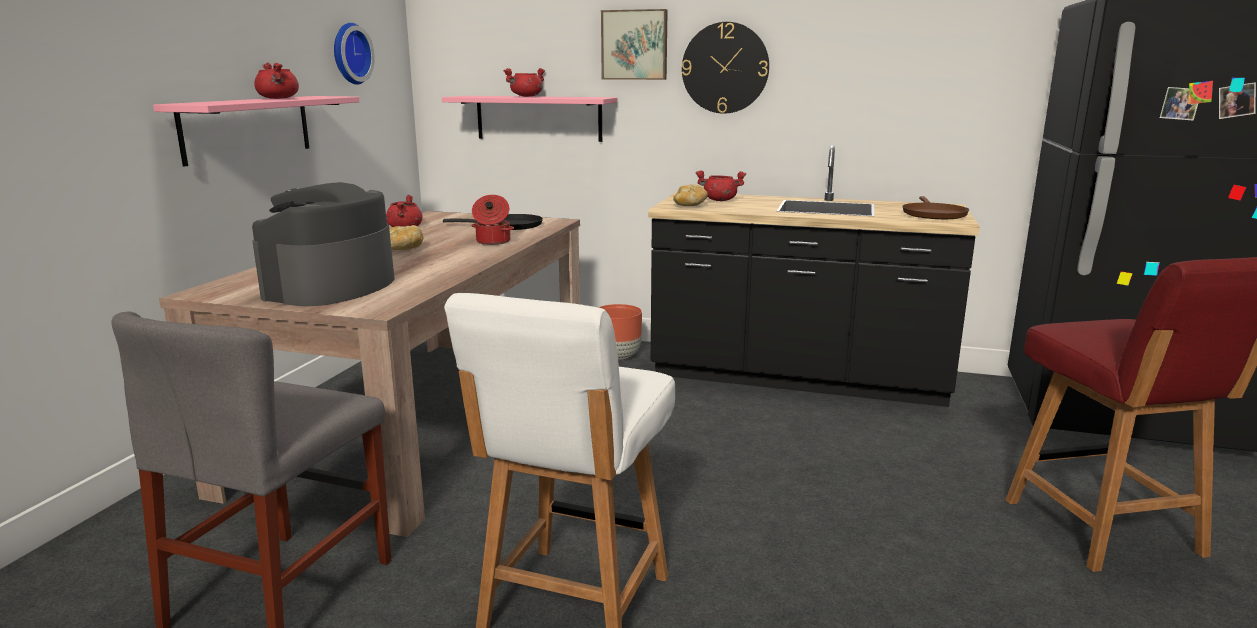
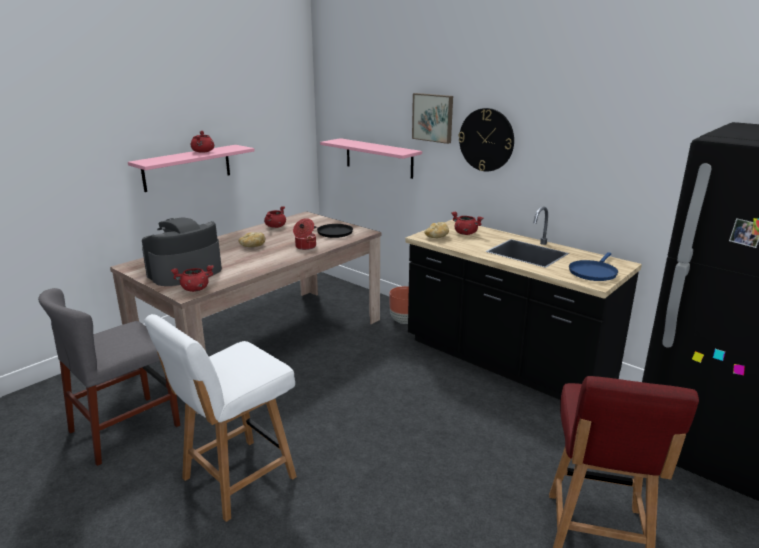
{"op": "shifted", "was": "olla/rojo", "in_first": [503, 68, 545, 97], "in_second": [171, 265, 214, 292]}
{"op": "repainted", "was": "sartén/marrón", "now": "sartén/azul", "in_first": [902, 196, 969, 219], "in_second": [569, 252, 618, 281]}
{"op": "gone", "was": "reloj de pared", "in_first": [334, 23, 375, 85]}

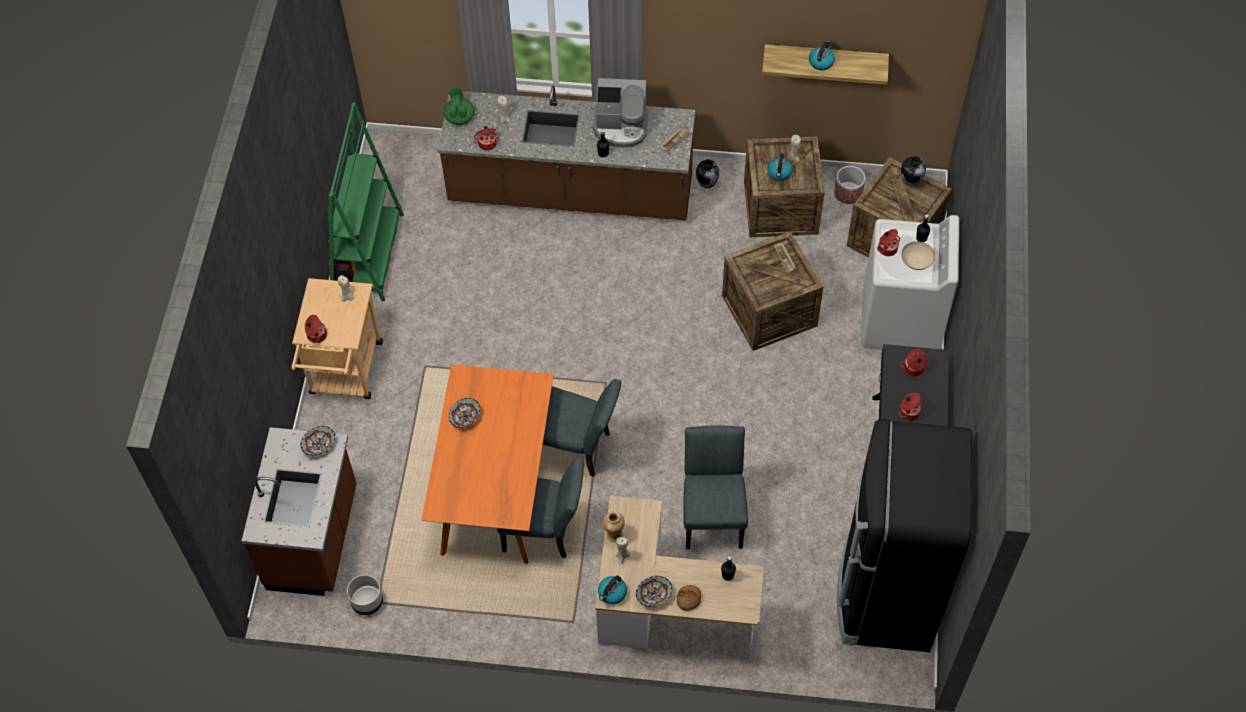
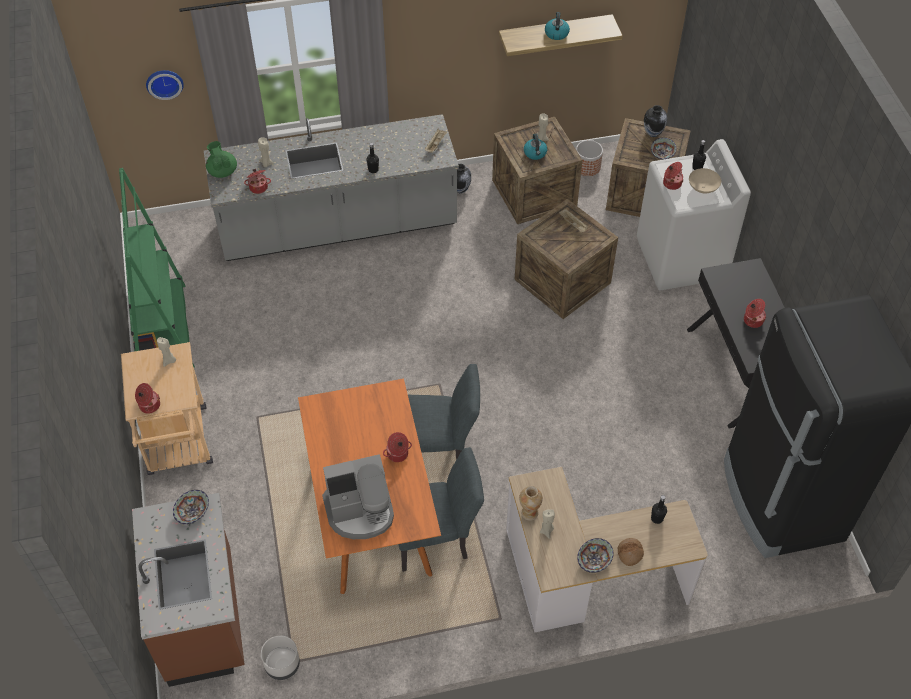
{"op": "new", "now": "reloj de pared", "in_second": [146, 70, 184, 100]}
{"op": "repainted", "was": "mueble bajo de cocina/marrón", "now": "mueble bajo de cocina/gris", "in_first": [437, 85, 695, 221], "in_second": [204, 114, 459, 261]}
{"op": "shifted", "was": "cafetera", "in_first": [593, 78, 648, 147], "in_second": [322, 454, 394, 539]}
{"op": "shifted", "was": "olla", "in_first": [901, 349, 929, 376], "in_second": [383, 432, 412, 462]}
{"op": "shifted", "was": "cuenco", "in_first": [449, 398, 480, 428], "in_second": [651, 138, 677, 159]}
{"op": "gone", "was": "hervidor", "in_first": [598, 575, 627, 604]}
{"op": "gone", "was": "silla/gris", "in_first": [683, 425, 748, 549]}

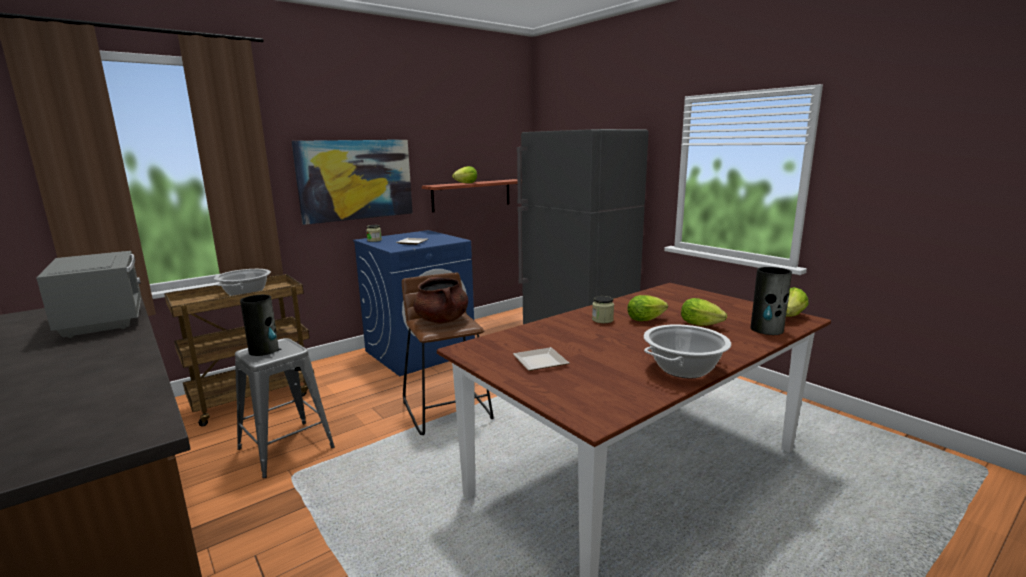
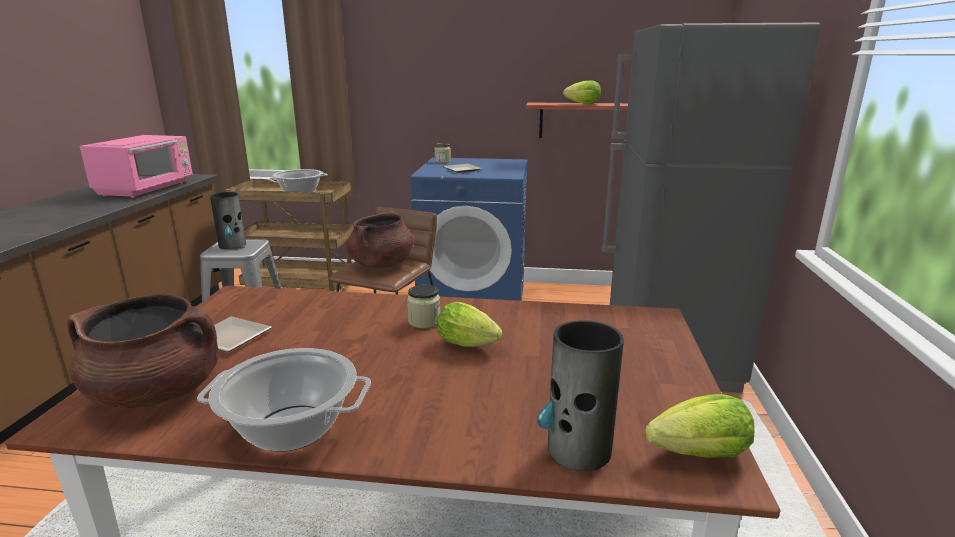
{"op": "new", "now": "olla/marrón", "in_second": [67, 294, 219, 408]}
{"op": "repainted", "was": "microondas/gris", "now": "microondas/rosa", "in_first": [36, 251, 141, 338], "in_second": [80, 135, 193, 198]}
{"op": "gone", "was": "cuadro", "in_first": [292, 140, 413, 225]}
{"op": "gone", "was": "lechuga", "in_first": [681, 298, 727, 326]}

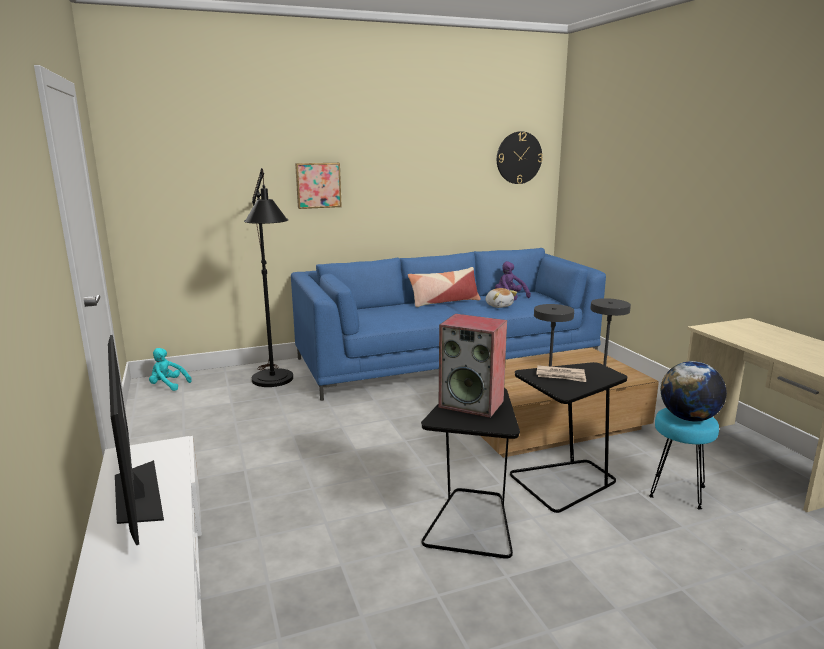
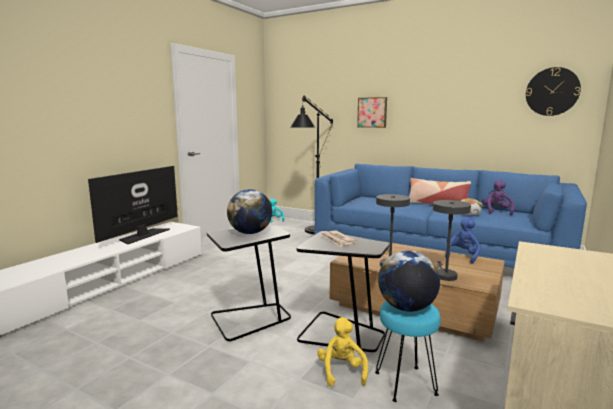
{"op": "swapped", "was": "altavoz", "now": "globo terráqueo", "in_first": [438, 314, 507, 418], "in_second": [227, 189, 272, 234]}
{"op": "new", "now": "peluche/amarillo", "in_second": [317, 317, 368, 386]}
{"op": "new", "now": "peluche/azul", "in_second": [445, 217, 481, 264]}

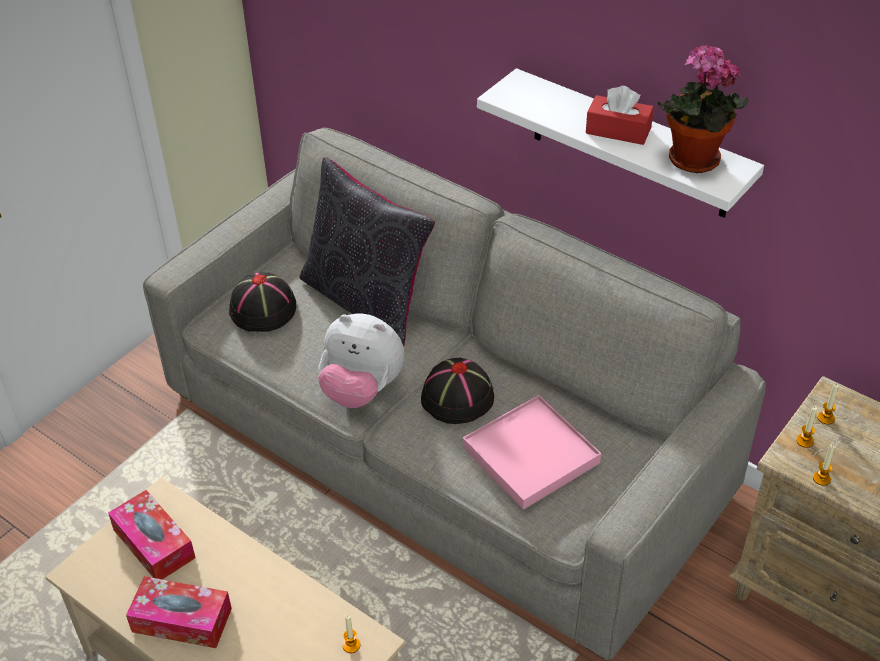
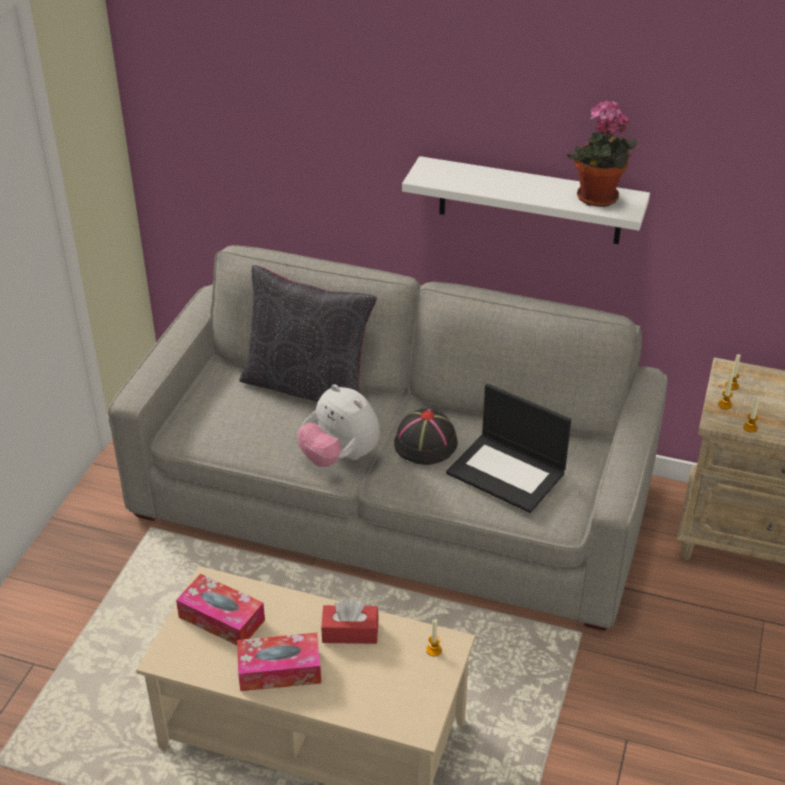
{"op": "rotated", "was": "peluche", "in_first": [318, 314, 404, 408], "in_second": [297, 384, 380, 467], "clockwise": 45}
{"op": "shifted", "was": "caja de pañuelos/rojo", "in_first": [586, 86, 654, 145], "in_second": [321, 599, 379, 644]}
{"op": "swapped", "was": "bandeja/rosa", "now": "portátil", "in_first": [463, 395, 601, 510], "in_second": [446, 384, 571, 513]}
{"op": "gone", "was": "sombrero/negro", "in_first": [229, 272, 296, 332]}

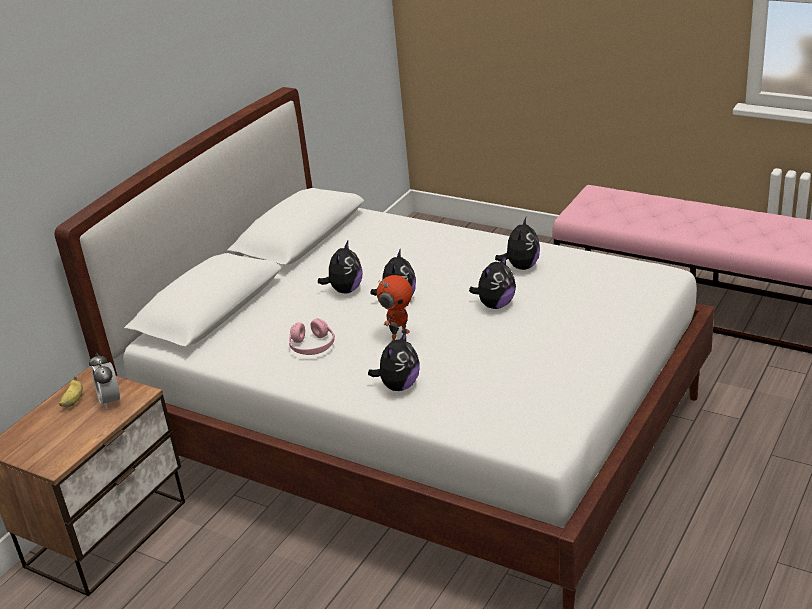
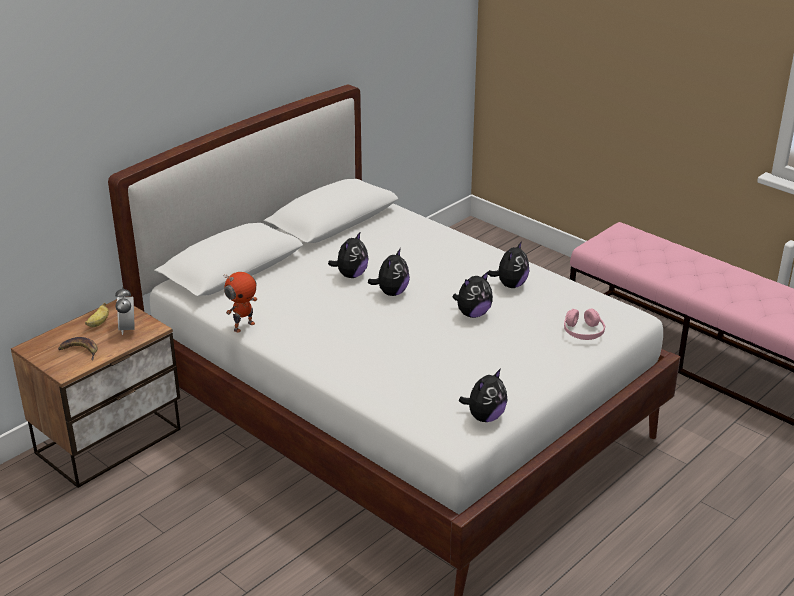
{"op": "new", "now": "plátano", "in_second": [58, 337, 98, 361]}
{"op": "shifted", "was": "robot de juguete", "in_first": [377, 275, 412, 342], "in_second": [224, 272, 258, 333]}
{"op": "shifted", "was": "peluche", "in_first": [368, 331, 420, 391], "in_second": [459, 368, 508, 422]}
{"op": "shifted", "was": "auriculares/rosa", "in_first": [289, 318, 335, 355], "in_second": [564, 309, 605, 340]}

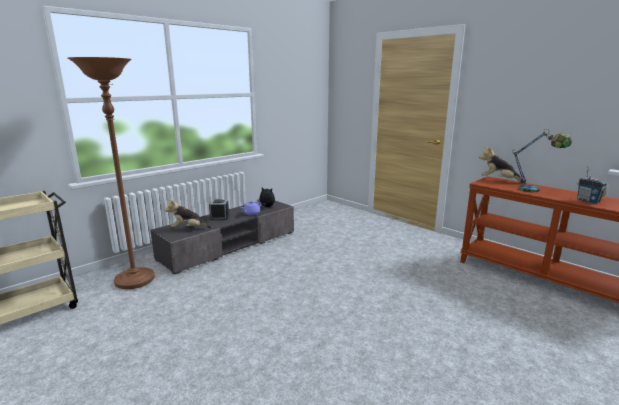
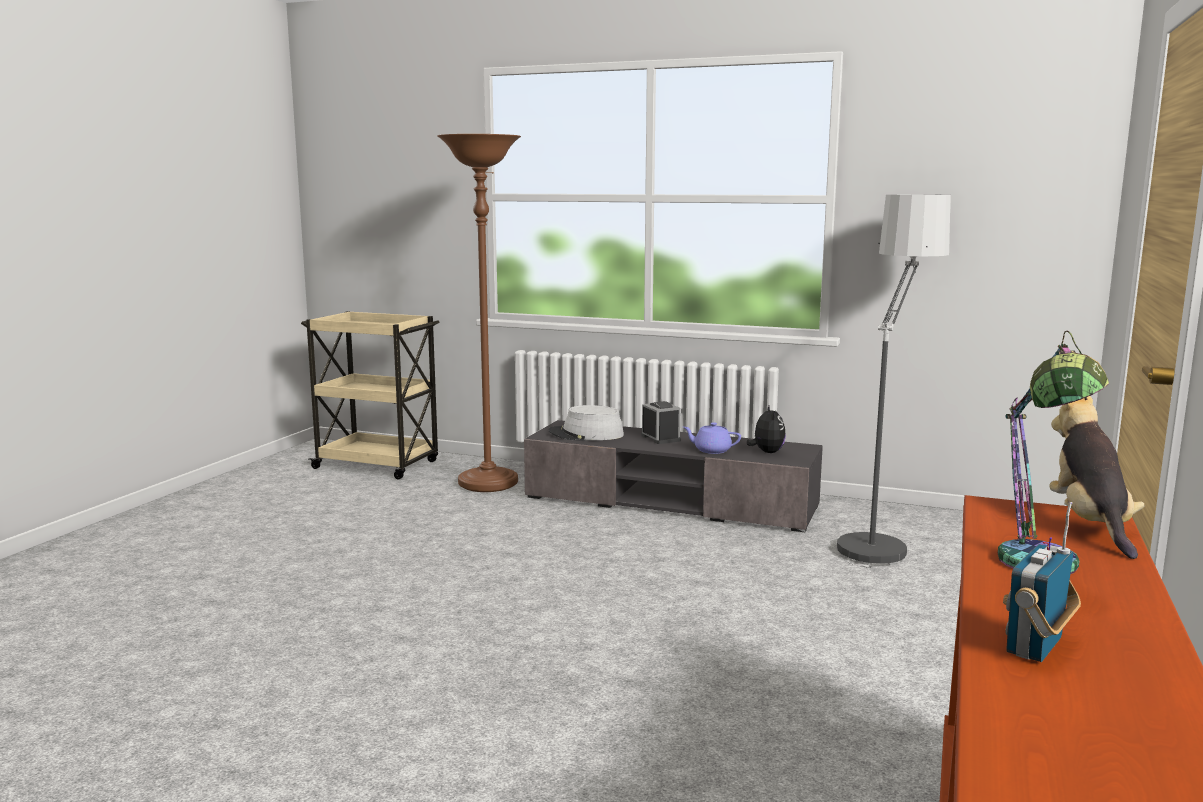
{"op": "swapped", "was": "peluche", "now": "sombrero/gris", "in_first": [165, 199, 212, 228], "in_second": [549, 405, 624, 440]}
{"op": "new", "now": "lámpara de pie", "in_second": [828, 194, 951, 568]}

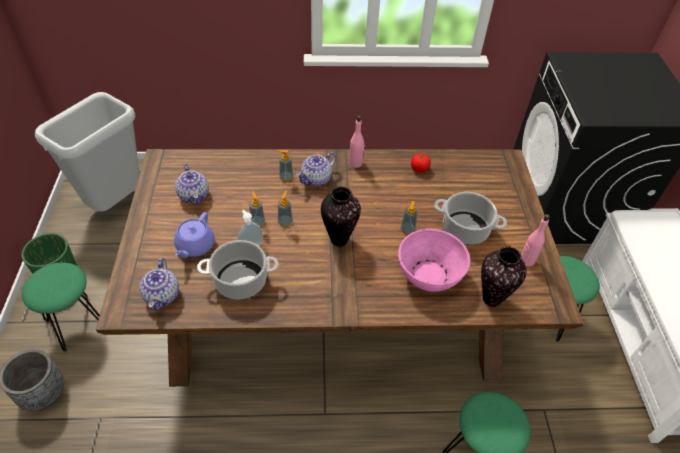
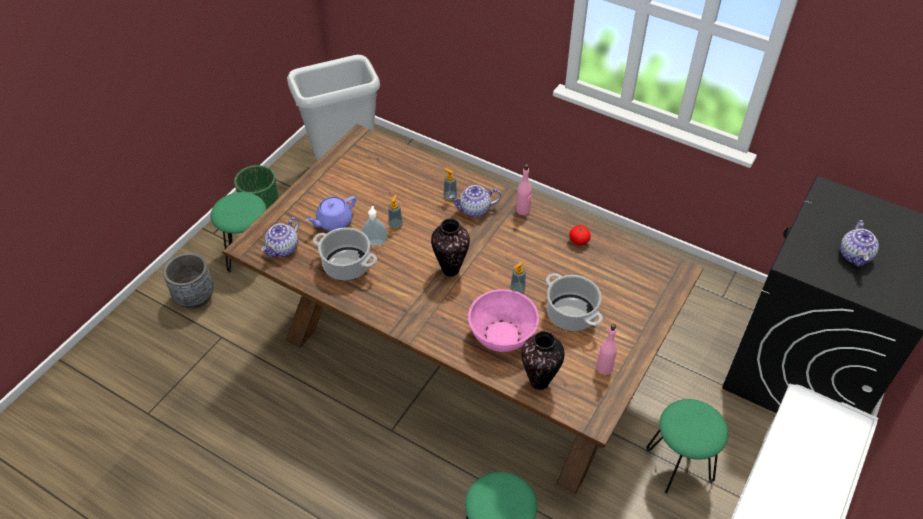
{"op": "shifted", "was": "tetera", "in_first": [175, 164, 209, 205], "in_second": [840, 220, 879, 266]}
{"op": "gone", "was": "dispensador de jabón", "in_first": [278, 191, 293, 227]}

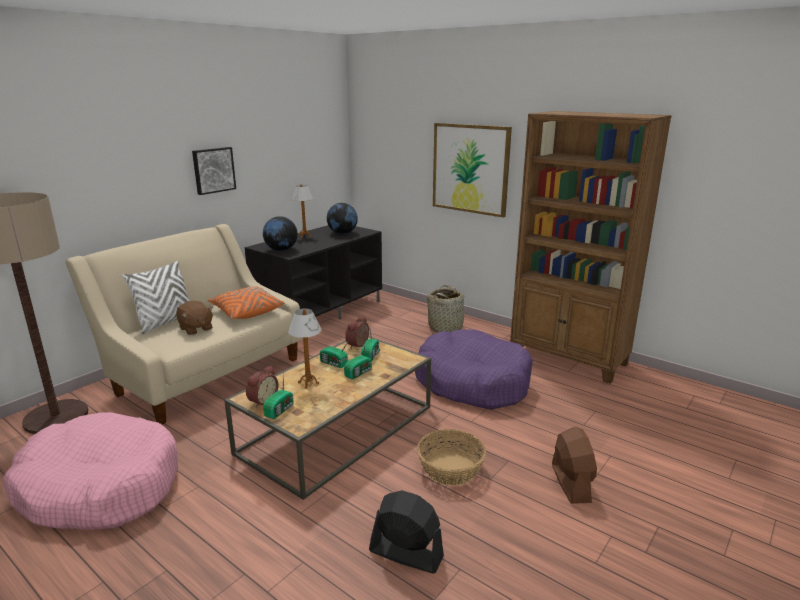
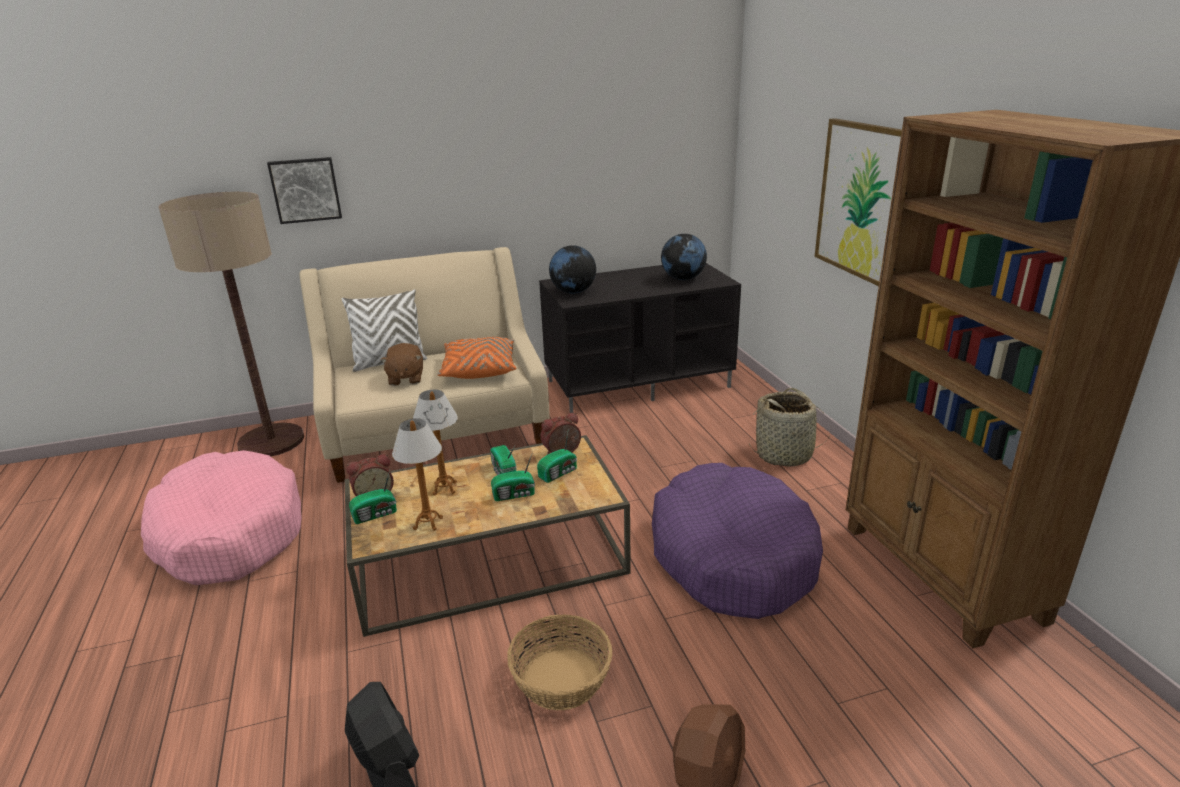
{"op": "shifted", "was": "cuadro", "in_first": [192, 147, 236, 195], "in_second": [267, 157, 342, 224]}
{"op": "shifted", "was": "lámpara de mesa", "in_first": [292, 184, 313, 238], "in_second": [392, 418, 443, 531]}

